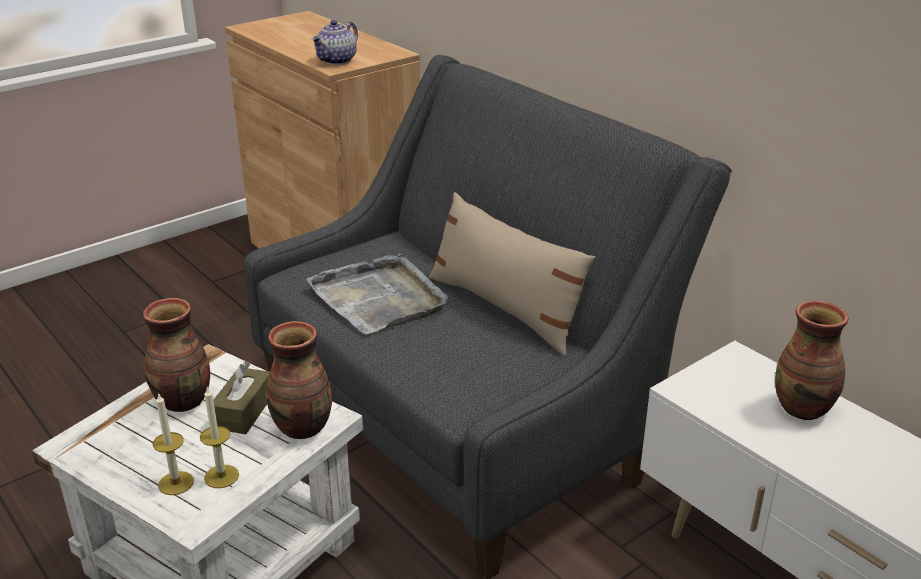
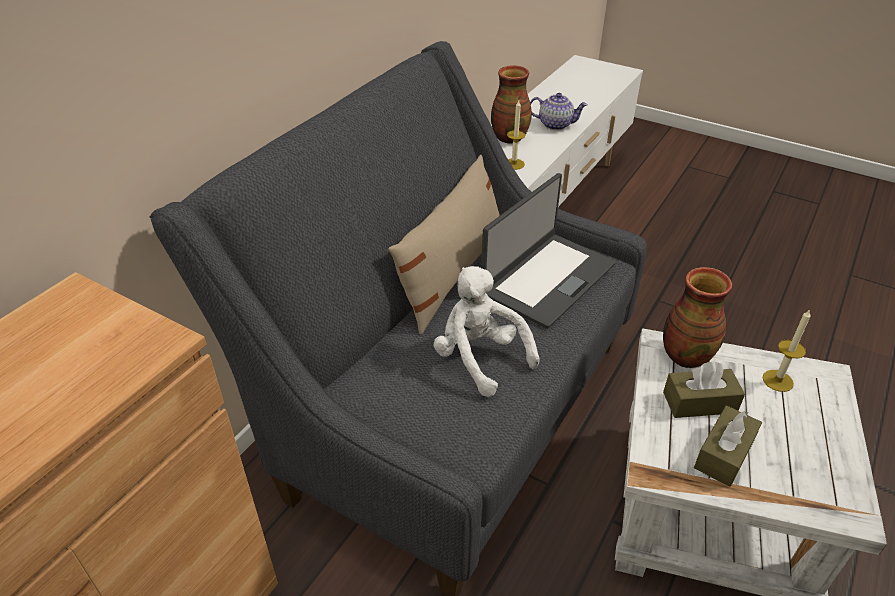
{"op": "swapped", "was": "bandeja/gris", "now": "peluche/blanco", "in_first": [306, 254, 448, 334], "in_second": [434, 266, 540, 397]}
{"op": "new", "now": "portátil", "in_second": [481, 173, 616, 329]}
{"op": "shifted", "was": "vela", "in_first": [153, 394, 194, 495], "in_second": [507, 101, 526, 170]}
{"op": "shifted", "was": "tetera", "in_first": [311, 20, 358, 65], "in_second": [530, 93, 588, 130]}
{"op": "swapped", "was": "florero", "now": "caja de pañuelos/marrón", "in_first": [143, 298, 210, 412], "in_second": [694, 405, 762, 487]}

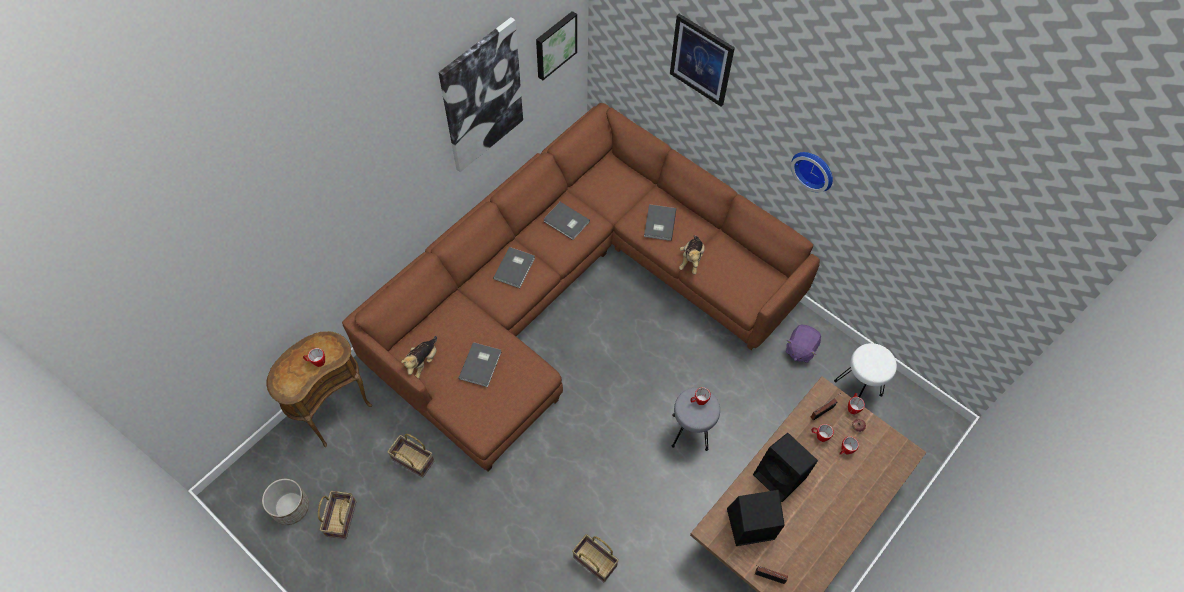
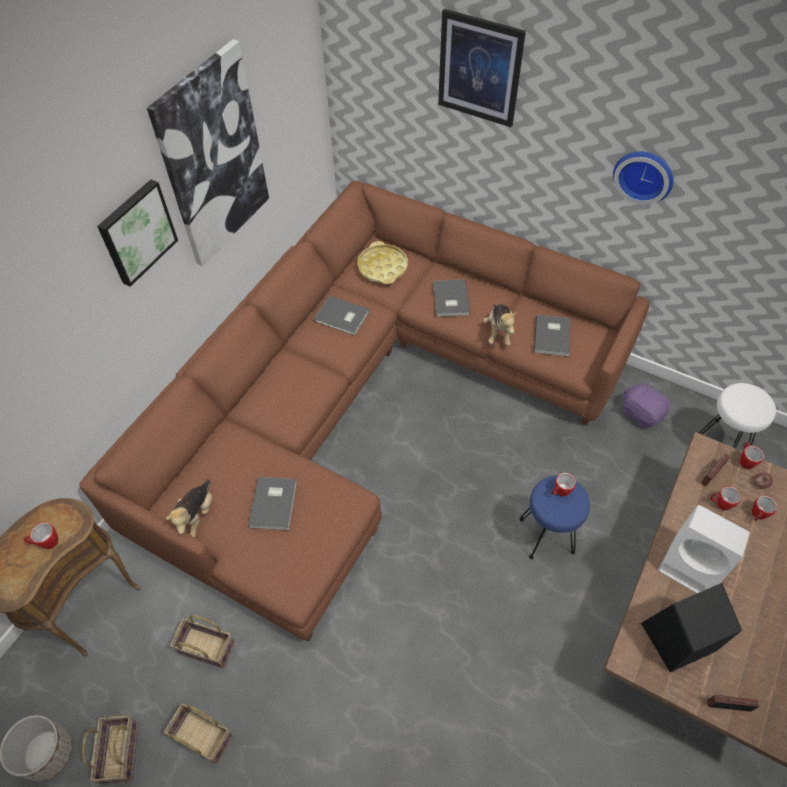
{"op": "shifted", "was": "cuadro", "in_first": [536, 11, 577, 80], "in_second": [97, 179, 178, 287]}
{"op": "shifted", "was": "cesta", "in_first": [572, 534, 619, 582], "in_second": [164, 703, 233, 764]}
{"op": "new", "now": "bandeja/amarillo", "in_second": [357, 241, 408, 284]}
{"op": "repainted", "was": "taburete/gris", "now": "taburete/azul", "in_first": [672, 388, 720, 451], "in_second": [520, 476, 590, 559]}
{"op": "shifted", "was": "libro/gris", "in_first": [493, 247, 535, 288], "in_second": [534, 314, 571, 357]}
{"op": "rotated", "was": "peluche/morado", "in_first": [786, 324, 821, 363], "in_second": [622, 381, 670, 428], "clockwise": 120}
{"op": "repainted", "was": "altavoz/negro", "now": "altavoz/blanco", "in_first": [753, 433, 818, 502], "in_second": [658, 505, 750, 593]}

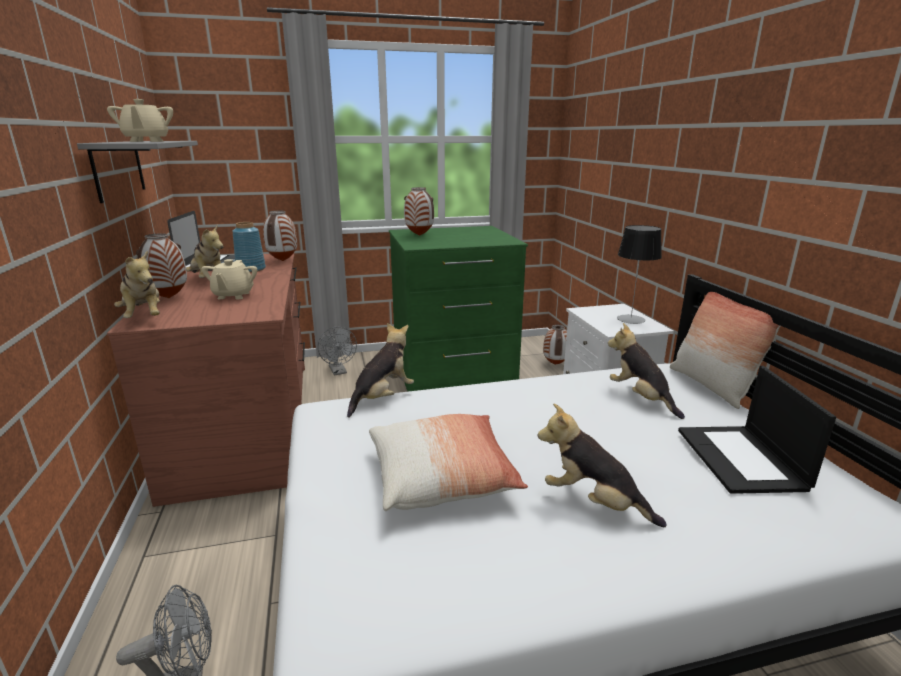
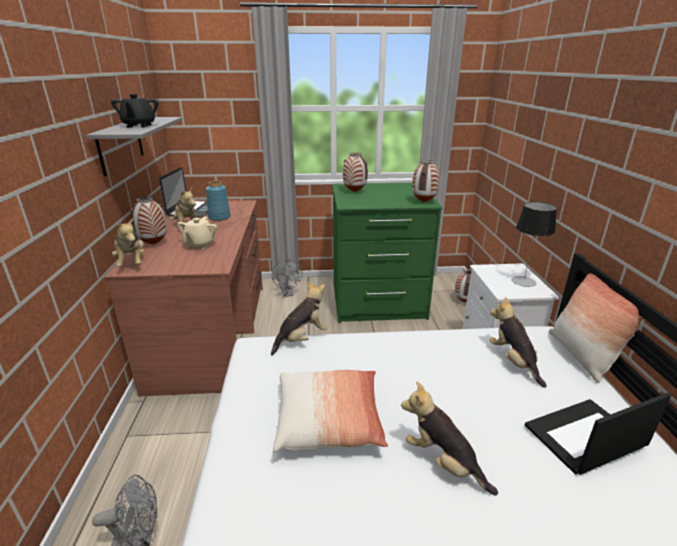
{"op": "repainted", "was": "tetera/beis", "now": "tetera/negro", "in_first": [107, 99, 173, 142], "in_second": [111, 94, 158, 128]}
{"op": "shifted", "was": "florero", "in_first": [263, 211, 297, 261], "in_second": [412, 160, 440, 202]}
{"op": "rotated", "was": "portátil", "in_first": [678, 366, 836, 494], "in_second": [525, 393, 671, 475], "clockwise": 60}

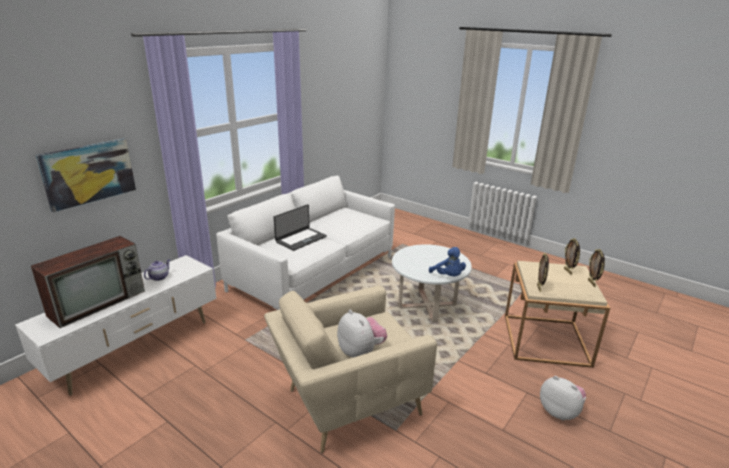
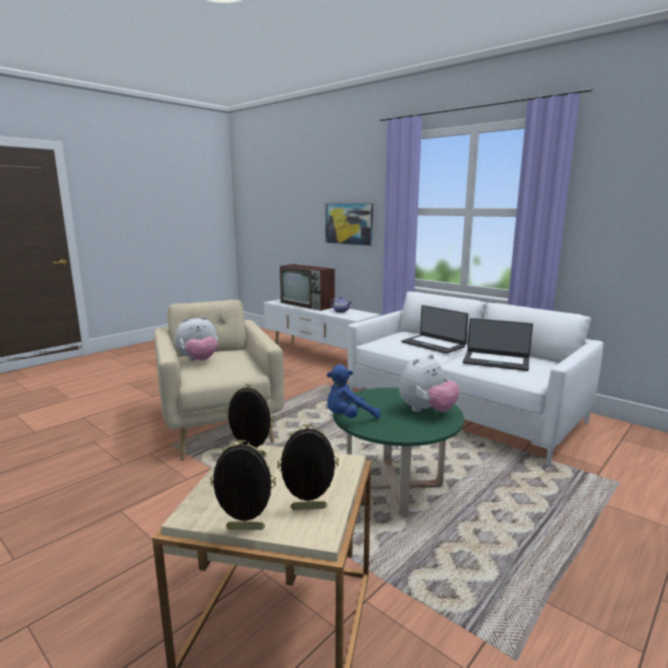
{"op": "repainted", "was": "mesa de centro/blanco", "now": "mesa de centro/verde", "in_first": [392, 244, 472, 322], "in_second": [333, 387, 464, 515]}
{"op": "shifted", "was": "peluche", "in_first": [540, 376, 586, 420], "in_second": [399, 354, 460, 412]}
{"op": "new", "now": "portátil", "in_second": [463, 318, 533, 371]}

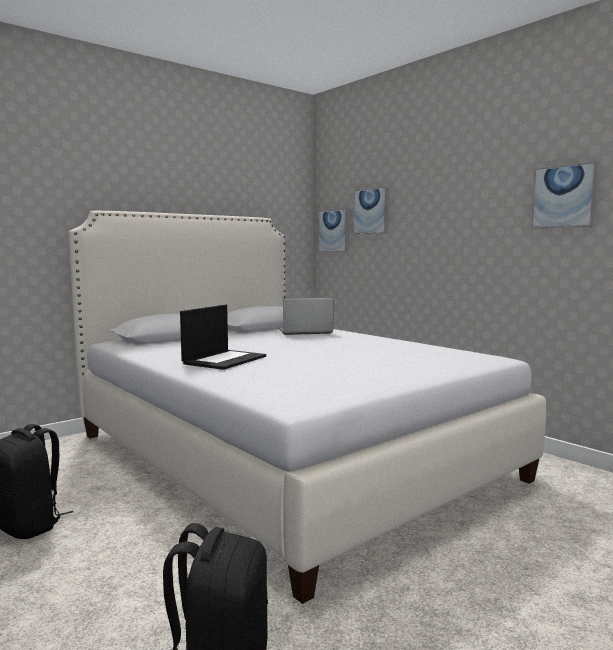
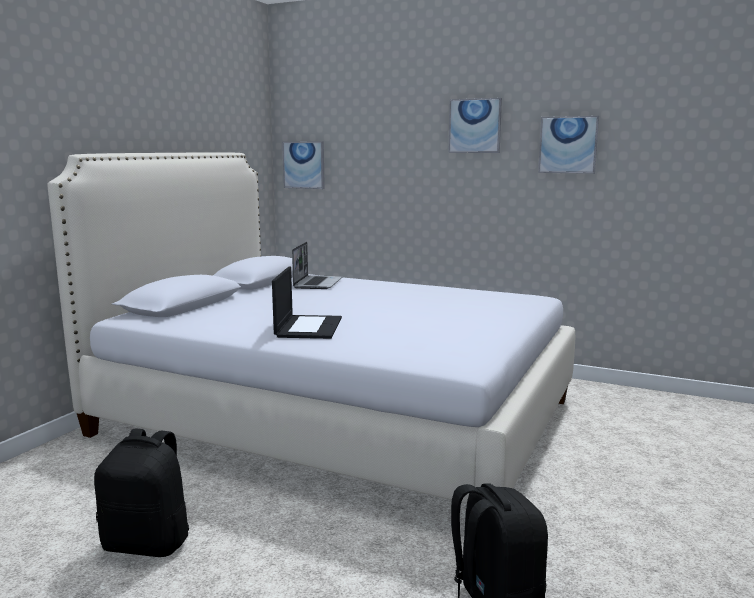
{"op": "rotated", "was": "portátil", "in_first": [278, 297, 333, 335], "in_second": [292, 242, 342, 289], "clockwise": 135}
{"op": "shifted", "was": "cuadro", "in_first": [353, 187, 388, 234], "in_second": [448, 98, 502, 153]}

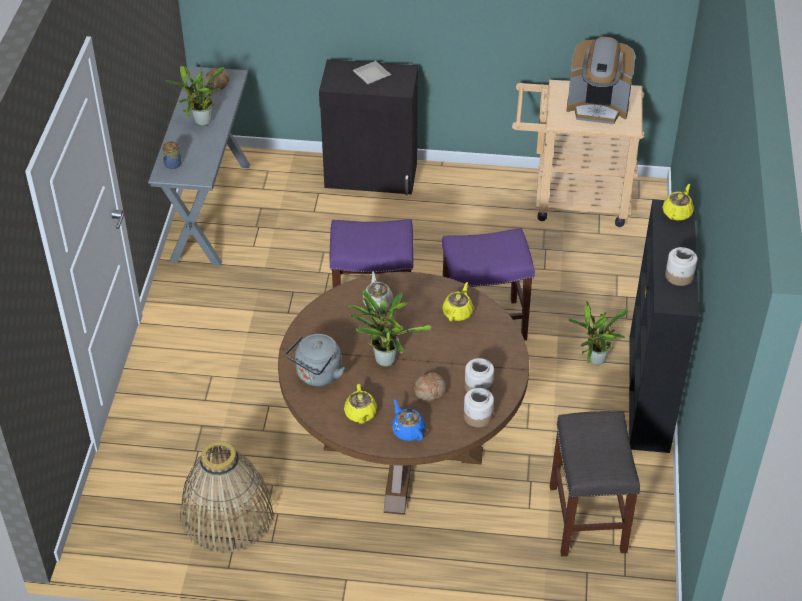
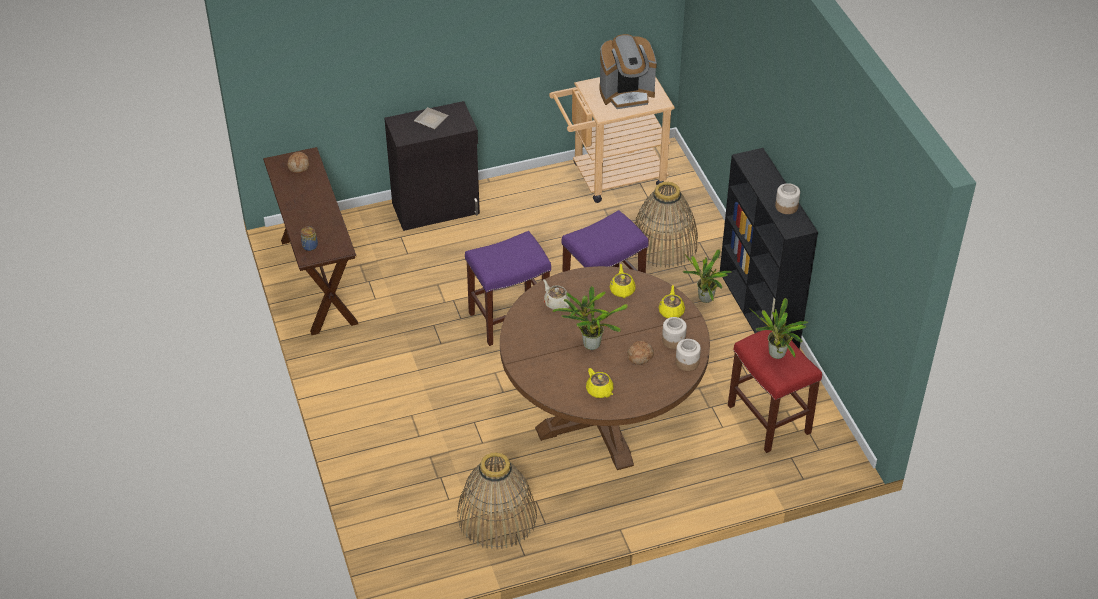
{"op": "repainted", "was": "mesa consola/gris", "now": "mesa consola/marrón", "in_first": [148, 66, 250, 266], "in_second": [263, 147, 358, 335]}
{"op": "new", "now": "cesta", "in_second": [634, 182, 698, 268]}
{"op": "shifted", "was": "tetera/amarillo", "in_first": [662, 184, 694, 221], "in_second": [658, 285, 685, 318]}
{"op": "repainted", "was": "taburete/gris", "now": "taburete/rojo", "in_first": [550, 411, 640, 556], "in_second": [728, 330, 822, 453]}
{"op": "shifted", "was": "planta en maceta", "in_first": [166, 66, 224, 126], "in_second": [749, 298, 809, 359]}
{"op": "gone", "was": "hervidor/gris", "in_first": [286, 334, 345, 387]}
{"op": "gone", "was": "tetera/azul", "in_first": [392, 399, 425, 441]}

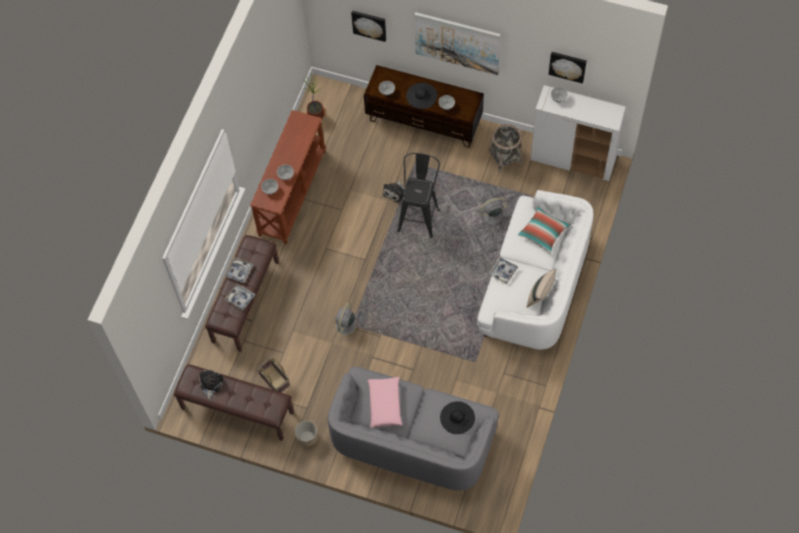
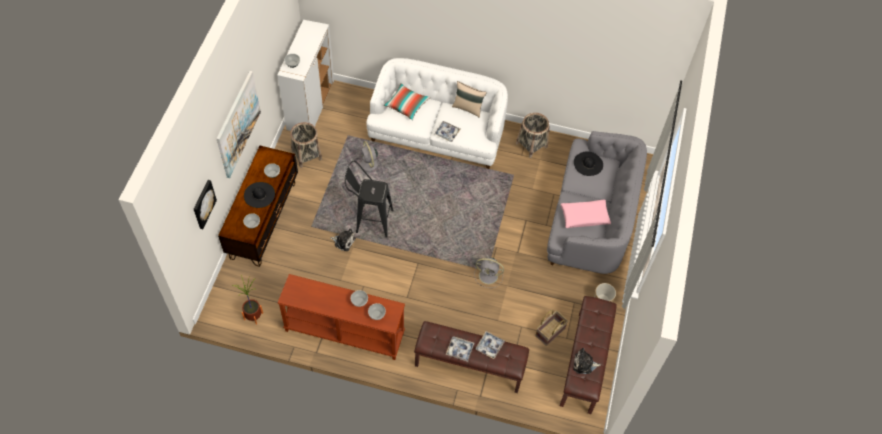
{"op": "new", "now": "cesta", "in_second": [516, 113, 550, 158]}
{"op": "gone", "was": "cuadro", "in_first": [549, 52, 587, 84]}

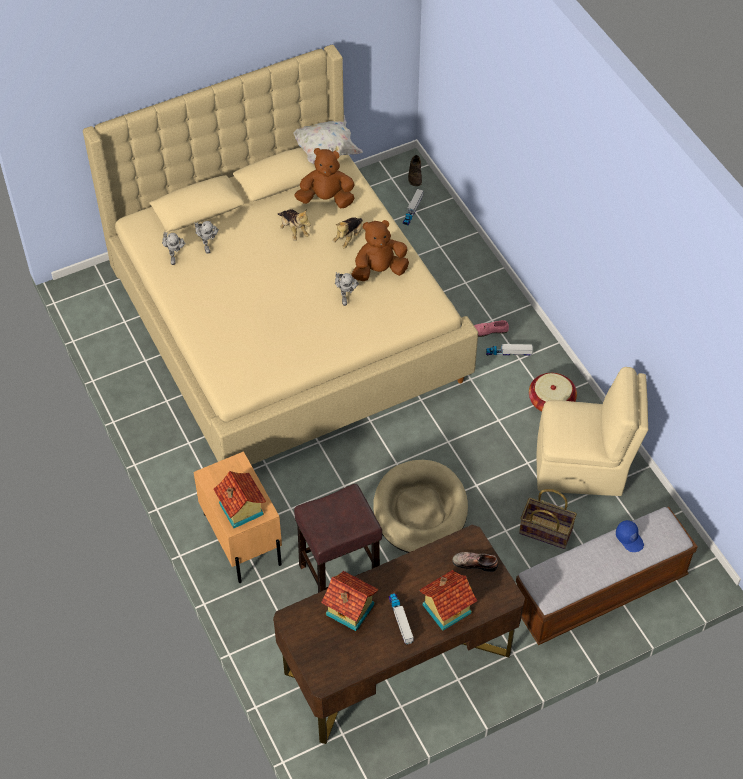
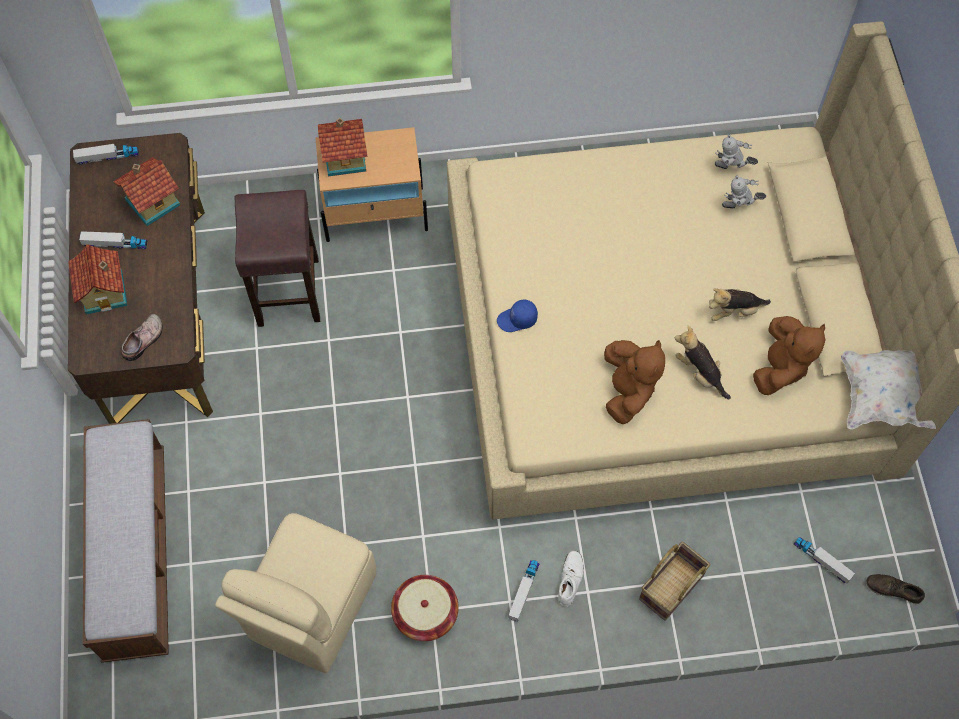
{"op": "new", "now": "camión de juguete", "in_second": [73, 144, 139, 165]}
{"op": "shifted", "was": "gorra/azul", "in_first": [616, 520, 644, 552], "in_second": [497, 300, 538, 332]}
{"op": "repainted", "was": "zapato/rosa", "now": "zapato/blanco", "in_first": [474, 320, 509, 337], "in_second": [558, 551, 584, 606]}
{"op": "shifted", "was": "cesta", "in_first": [519, 489, 577, 549], "in_second": [639, 542, 710, 621]}
{"op": "gone", "was": "robot de juguete", "in_first": [335, 272, 359, 306]}
{"op": "gone", "was": "cama para perro/beis", "in_first": [373, 460, 468, 553]}

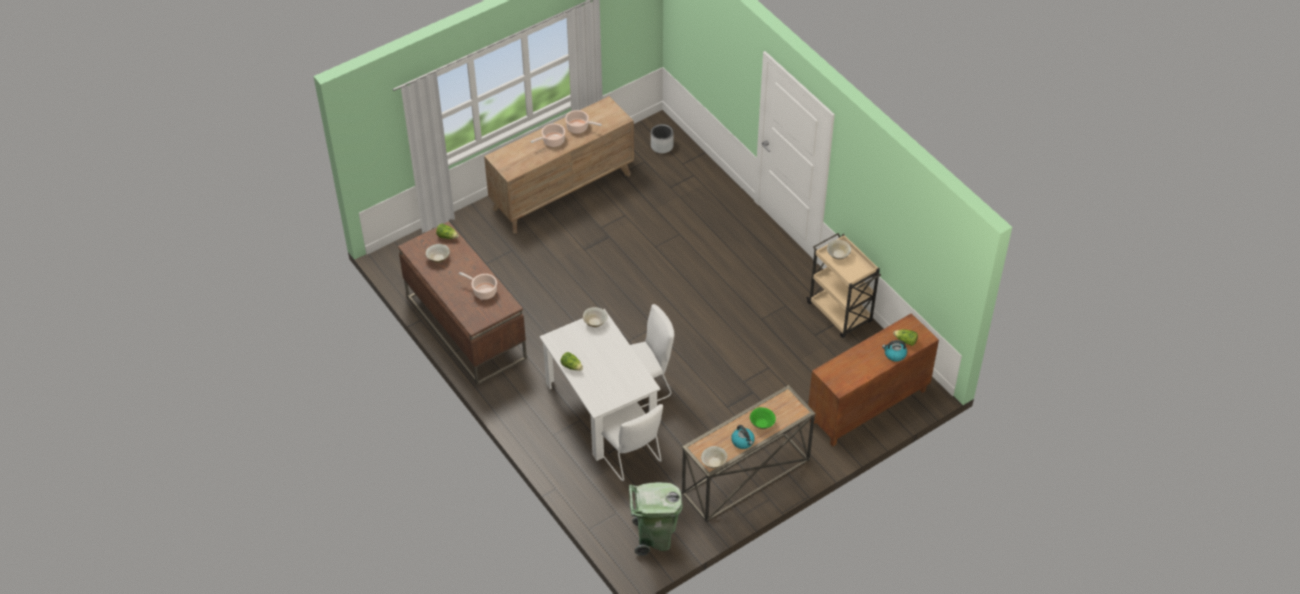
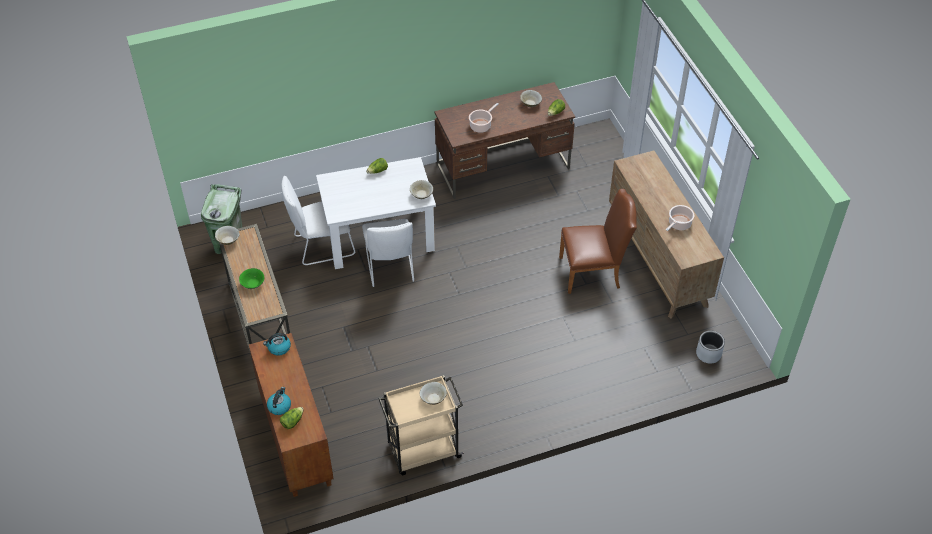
{"op": "shifted", "was": "hervidor", "in_first": [731, 425, 755, 449], "in_second": [263, 333, 291, 356]}
{"op": "new", "now": "silla/marrón", "in_second": [559, 189, 637, 294]}
{"op": "gone", "was": "olla", "in_first": [530, 123, 565, 147]}

